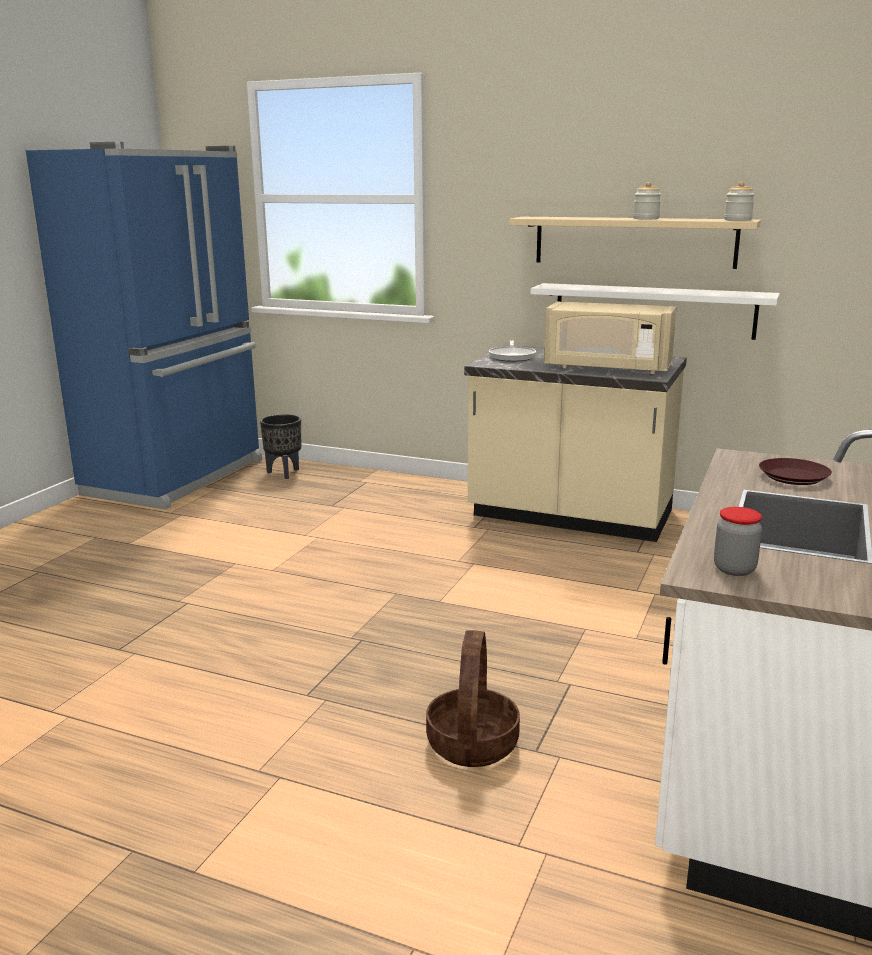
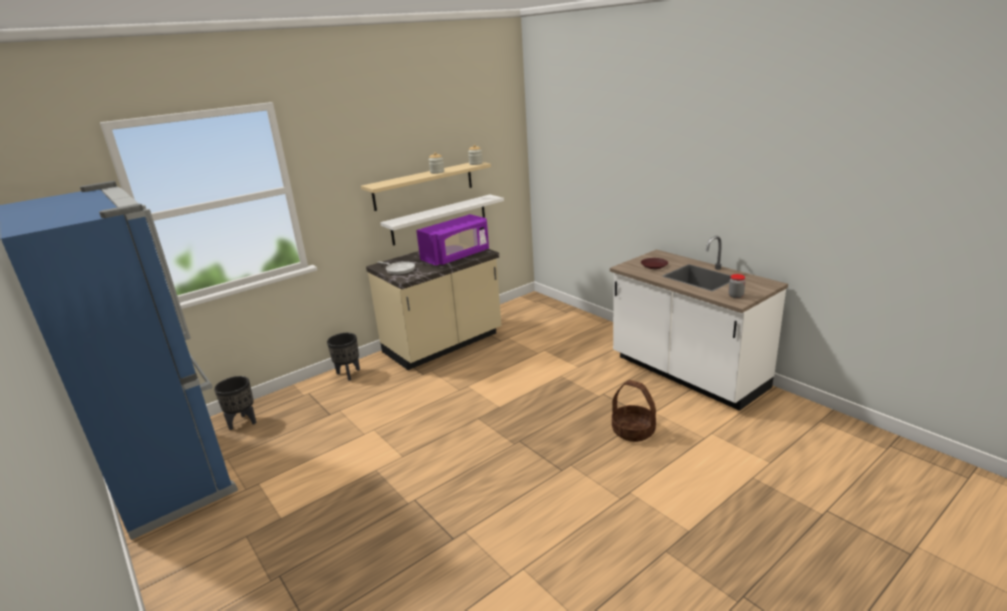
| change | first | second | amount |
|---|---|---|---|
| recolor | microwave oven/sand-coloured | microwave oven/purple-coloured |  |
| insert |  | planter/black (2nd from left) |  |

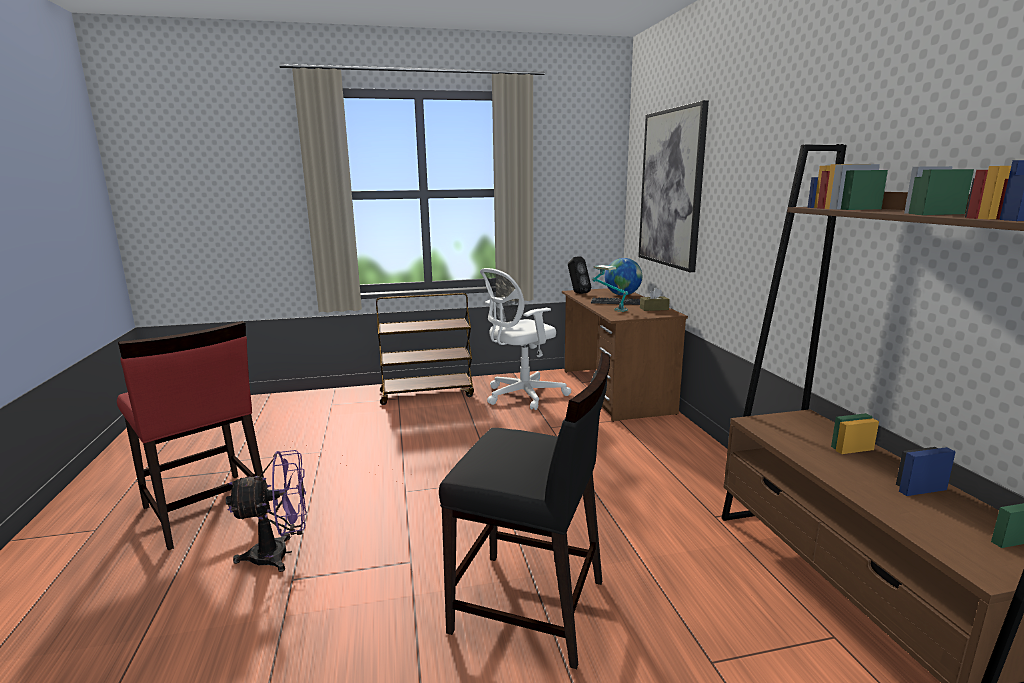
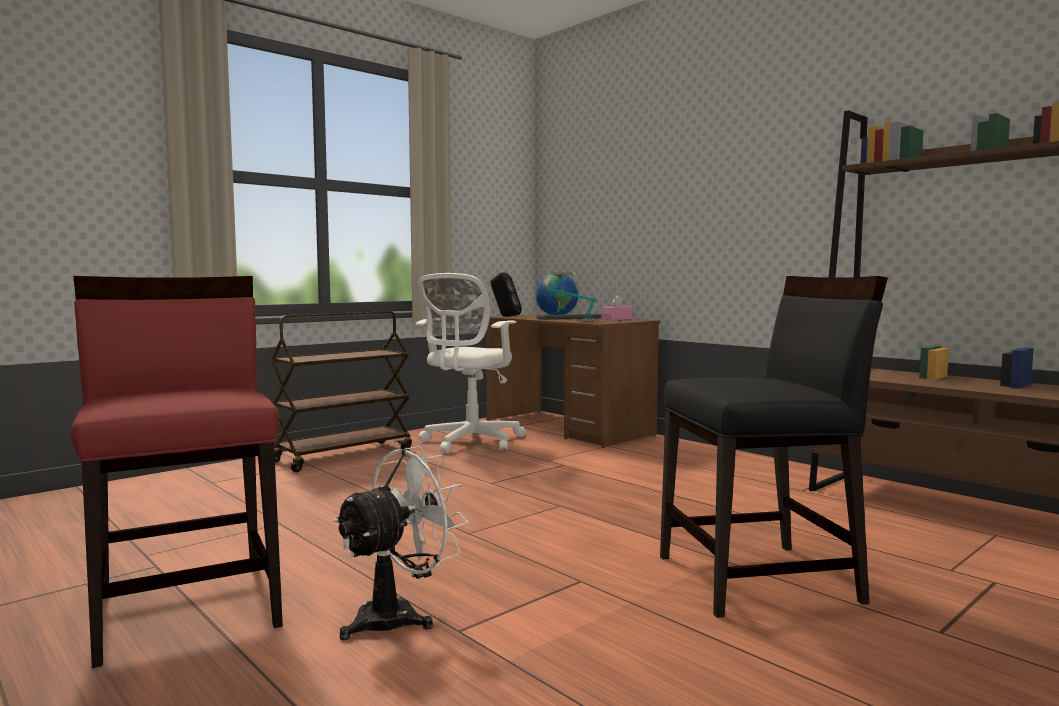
| change | first | second | amount |
|---|---|---|---|
| delete | wall art |  |  |
| recolor | box of tissues/brown-coloured | box of tissues/pinkish |  |
| rotate | plain chair/red-coloured |  | 135 degrees counterclockwise |
| recolor | cooling fan/purple-coloured | cooling fan/white |  |

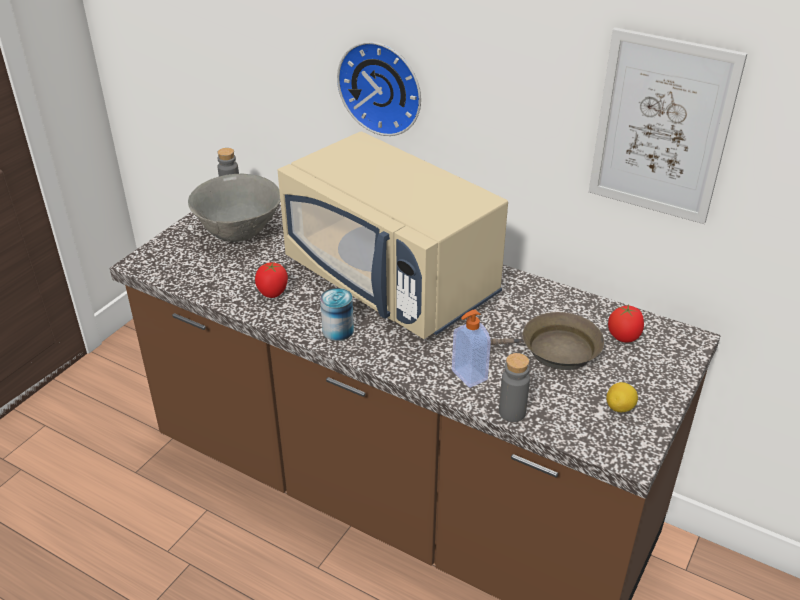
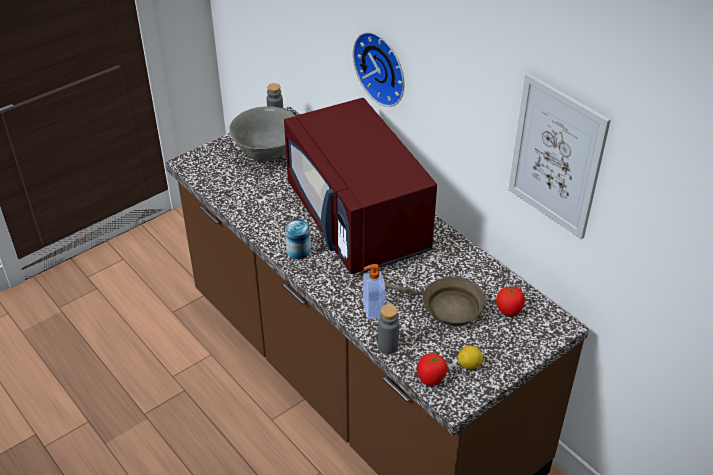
| change | first | second | amount |
|---|---|---|---|
| recolor | microwave oven/sand-coloured | microwave oven/red-coloured |  |
| move | tomato (1st from left) |  |  |

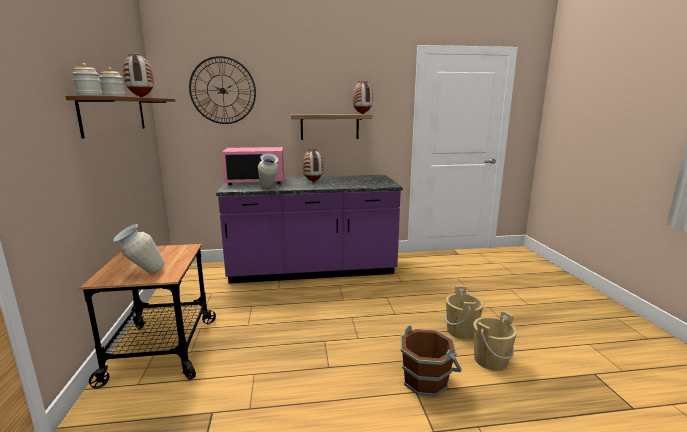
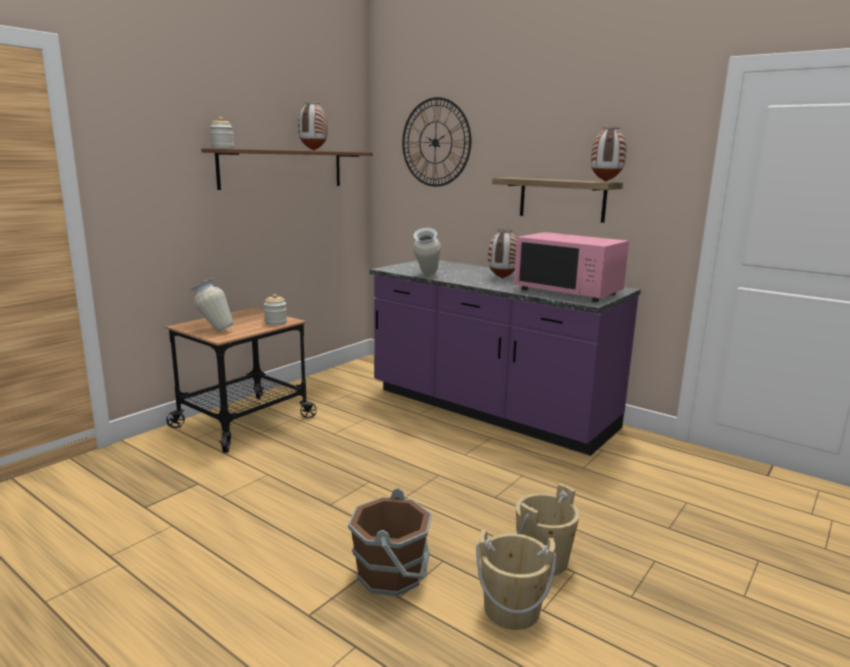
| change | first | second | amount |
|---|---|---|---|
| move | jar (2nd from left) |  |  |
| move | microwave oven/pinkish |  |  |

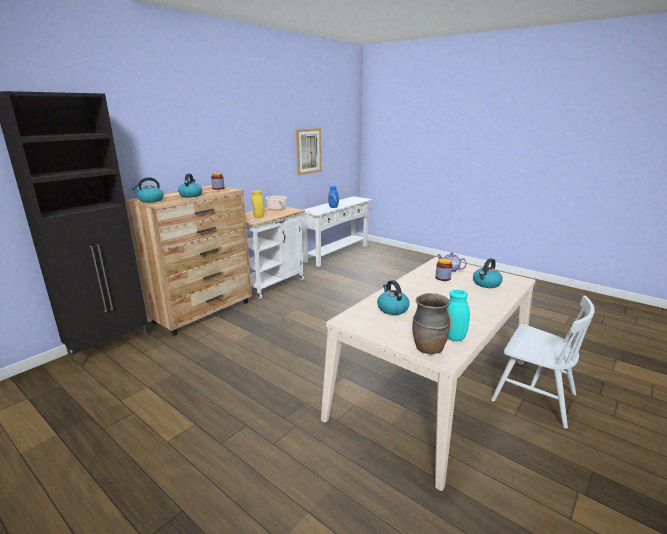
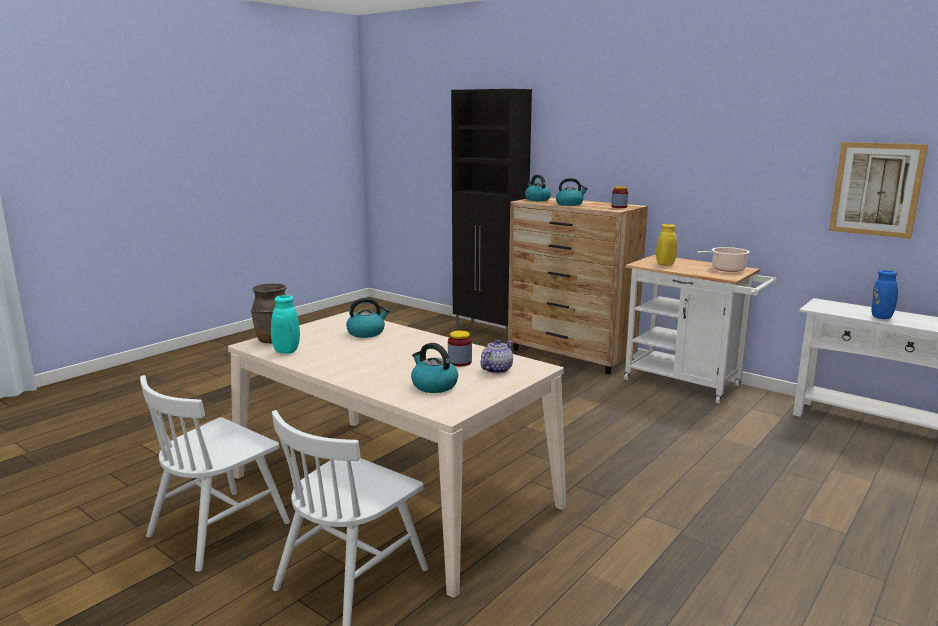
| change | first | second | amount |
|---|---|---|---|
| insert |  | plain chair/white (1st from left) |  |

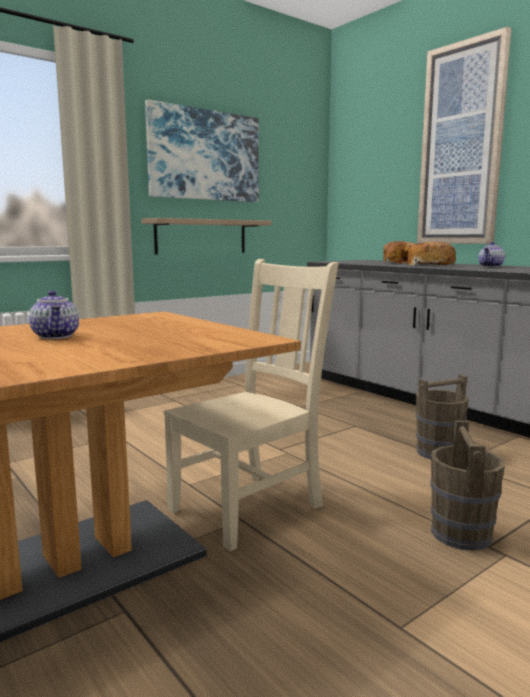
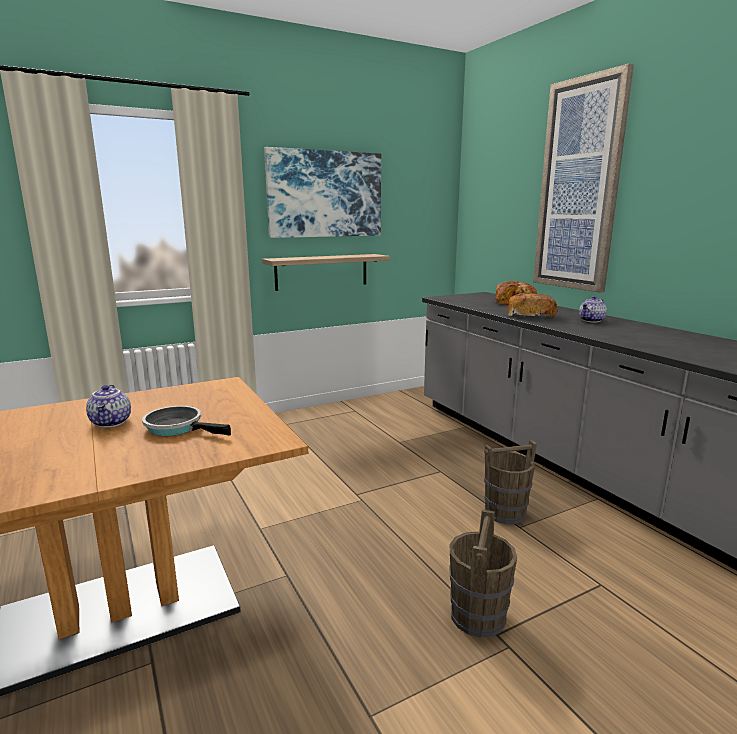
| change | first | second | amount |
|---|---|---|---|
| delete | plain chair/sand-coloured |  |  |
| insert |  | skillet |  |

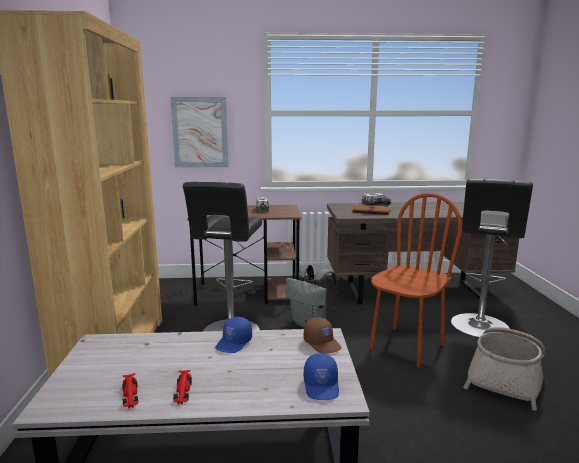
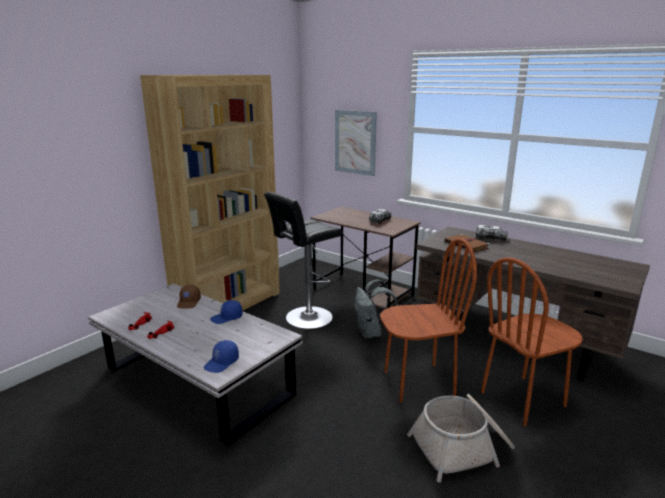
| change | first | second | amount |
|---|---|---|---|
| replace | sitting stool/black (2nd from left) | plain chair/brown-coloured (2nd from left) |  |
| move | cap/brown-coloured |  |  |

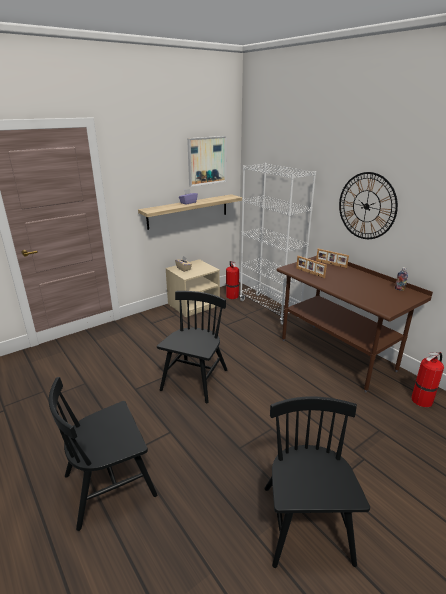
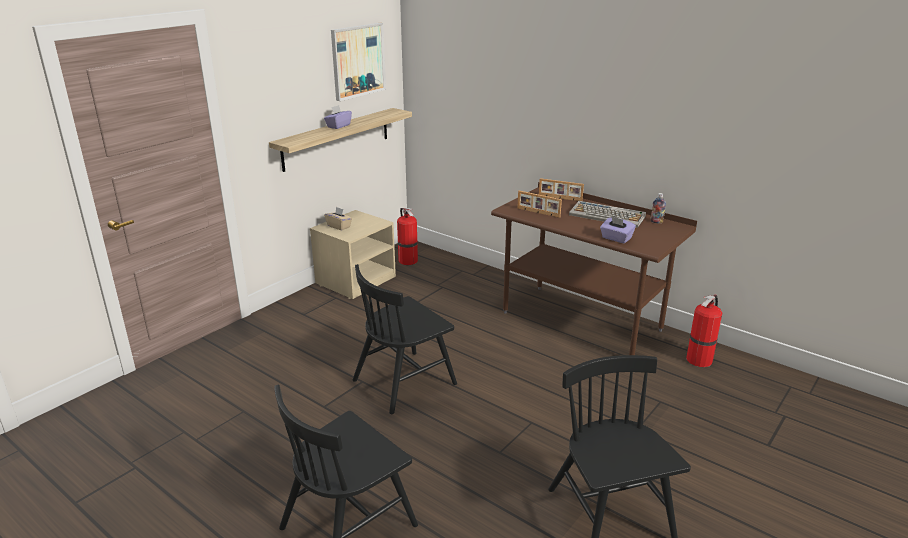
| change | first | second | amount |
|---|---|---|---|
| delete | bookshelf/white |  |  |
| delete | wall clock |  |  |
| rotate | plain chair/black (2nd from left) |  | 135 degrees counterclockwise |
| insert |  | keyboard |  |
| insert |  | box of tissues/purple-coloured (2nd from left) |  |

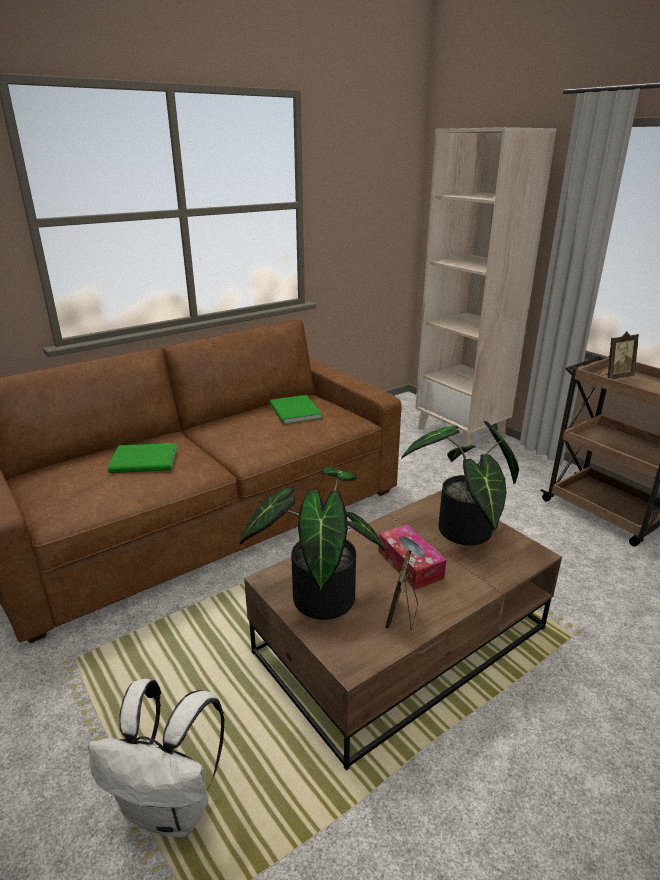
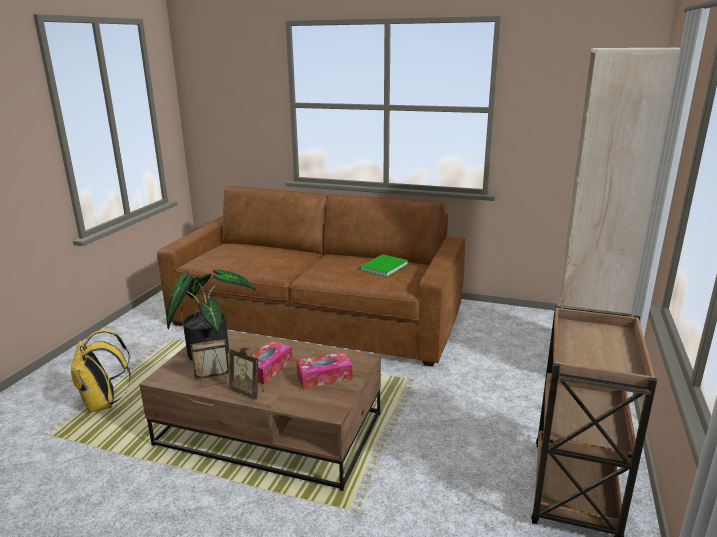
| change | first | second | amount |
|---|---|---|---|
| move | picture frame (2nd from left) |  |  |
| replace | houseplant (2nd from left) | box of tissues (2nd from left) |  |
| delete | book/green-coloured (1st from left) |  |  |
| recolor | knapsack/white | knapsack/yellow-coloured |  |

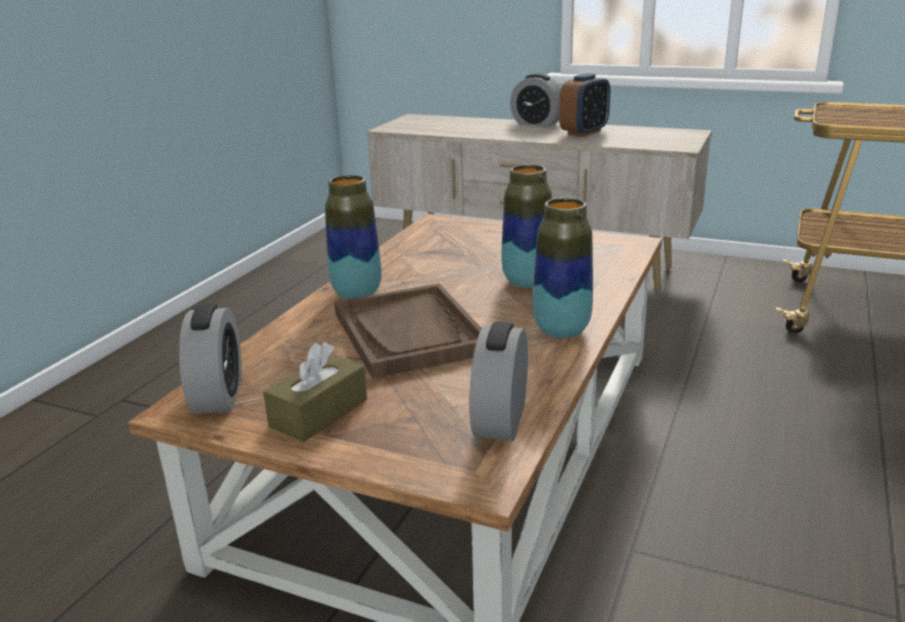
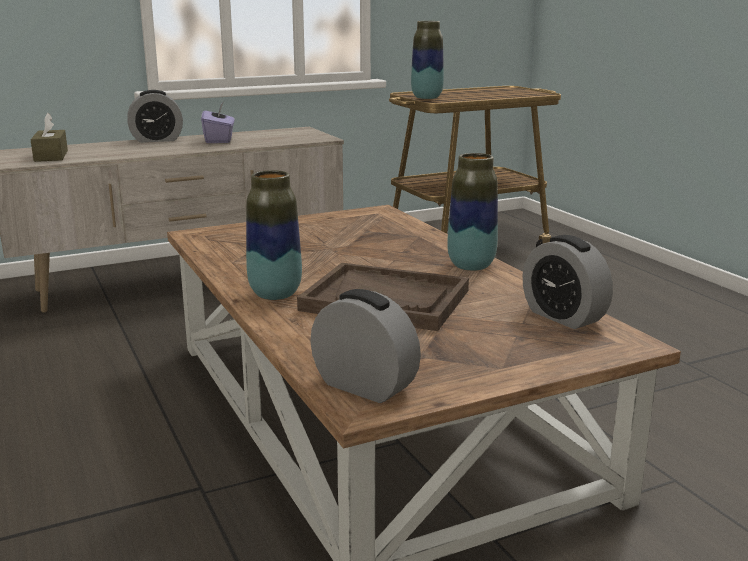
| change | first | second | amount |
|---|---|---|---|
| replace | table clock (4th from left) | box of tissues/purple-coloured |  |
| move | flower vase (2nd from left) |  |  |
| move | box of tissues/brown-coloured |  |  |

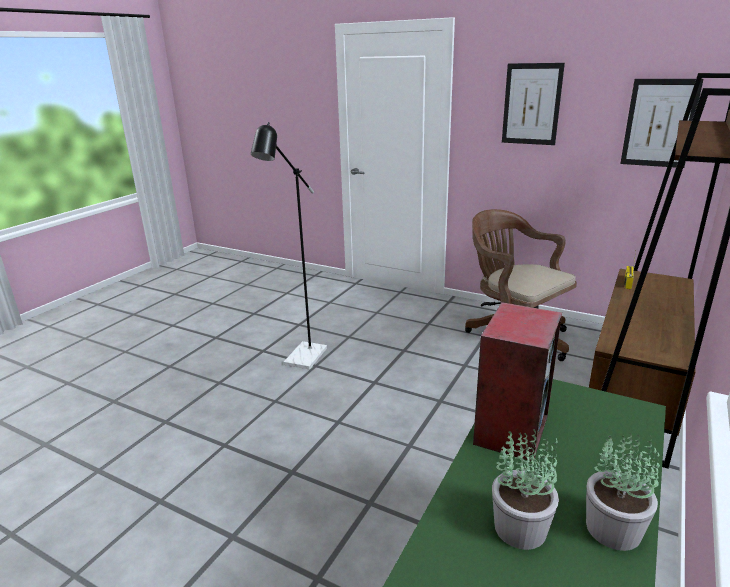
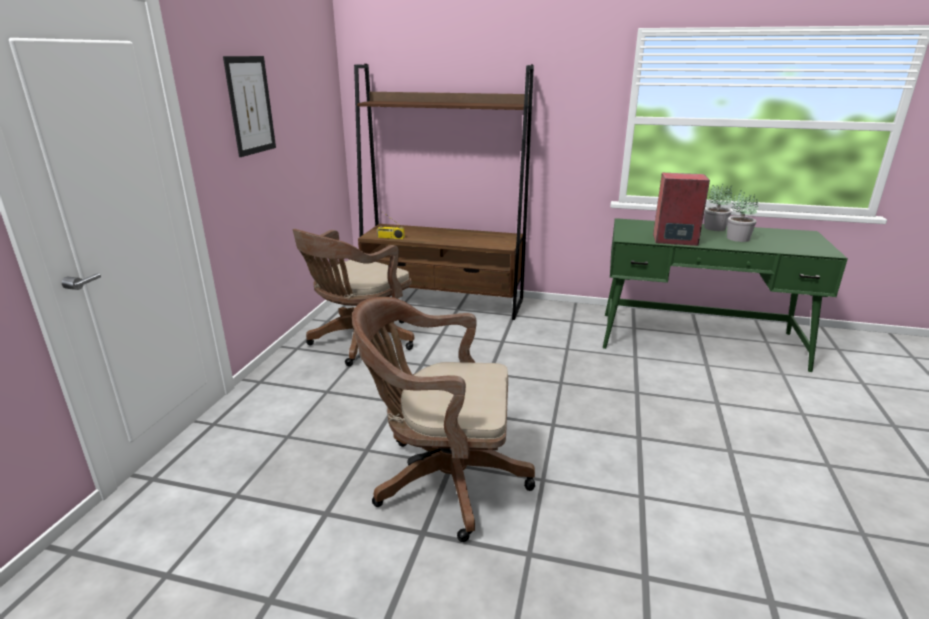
| change | first | second | amount |
|---|---|---|---|
| delete | wall art (2nd from left) |  |  |
| replace | standing lamp/black | desk chair/brown-coloured (2nd from left) |  |

